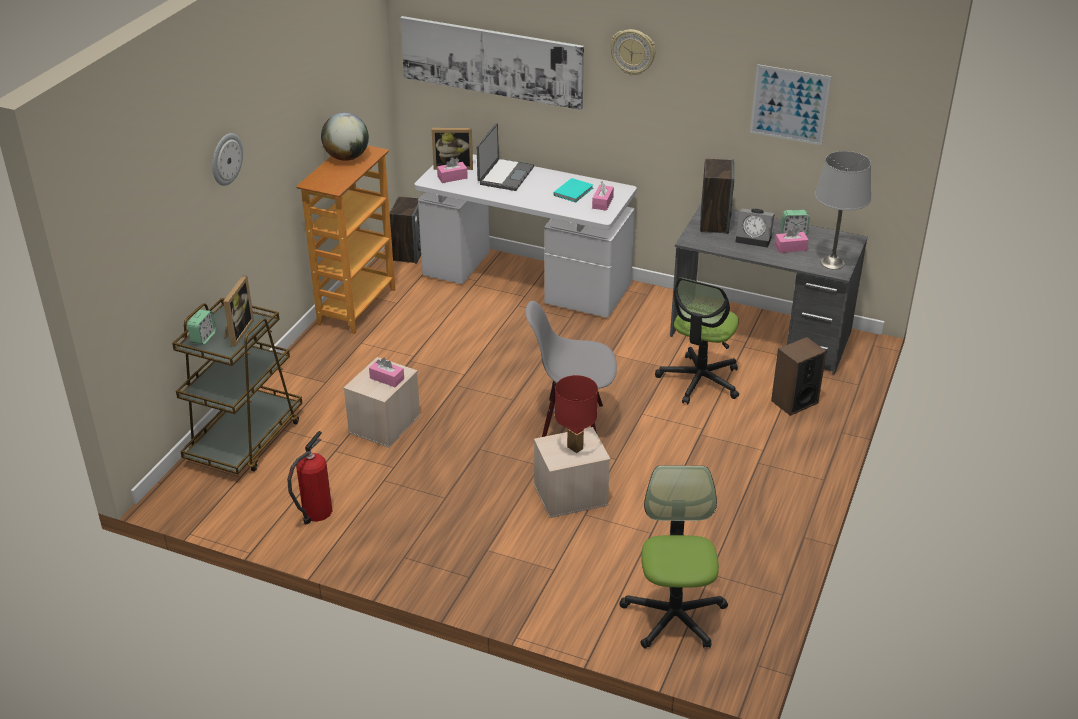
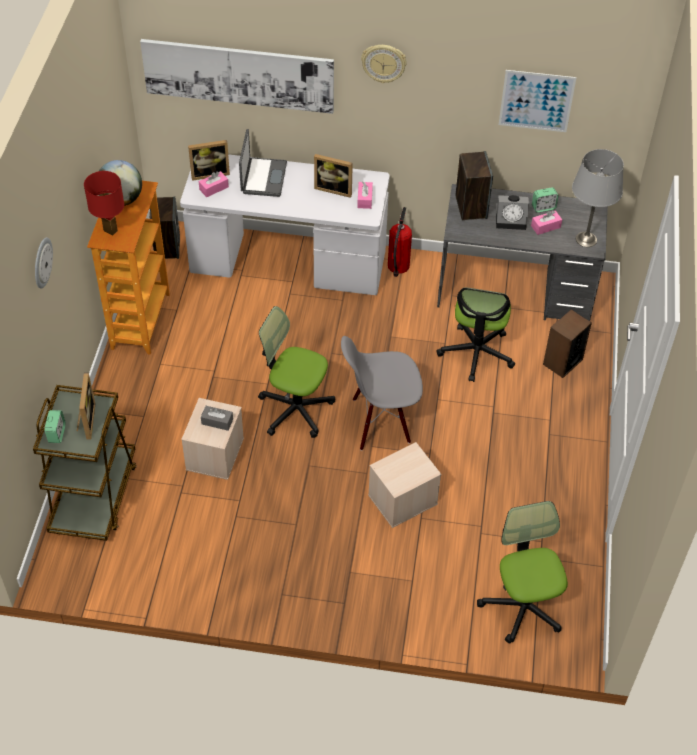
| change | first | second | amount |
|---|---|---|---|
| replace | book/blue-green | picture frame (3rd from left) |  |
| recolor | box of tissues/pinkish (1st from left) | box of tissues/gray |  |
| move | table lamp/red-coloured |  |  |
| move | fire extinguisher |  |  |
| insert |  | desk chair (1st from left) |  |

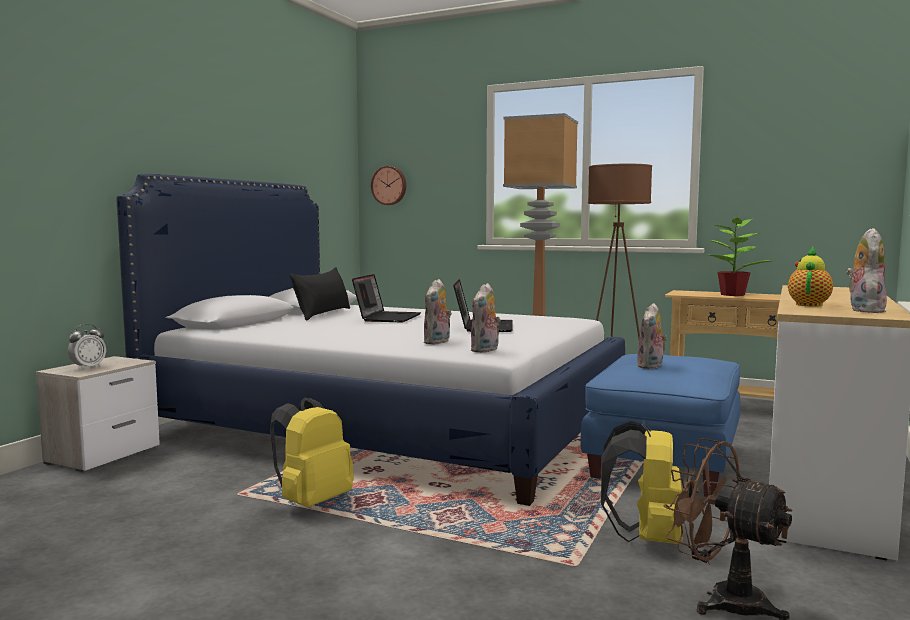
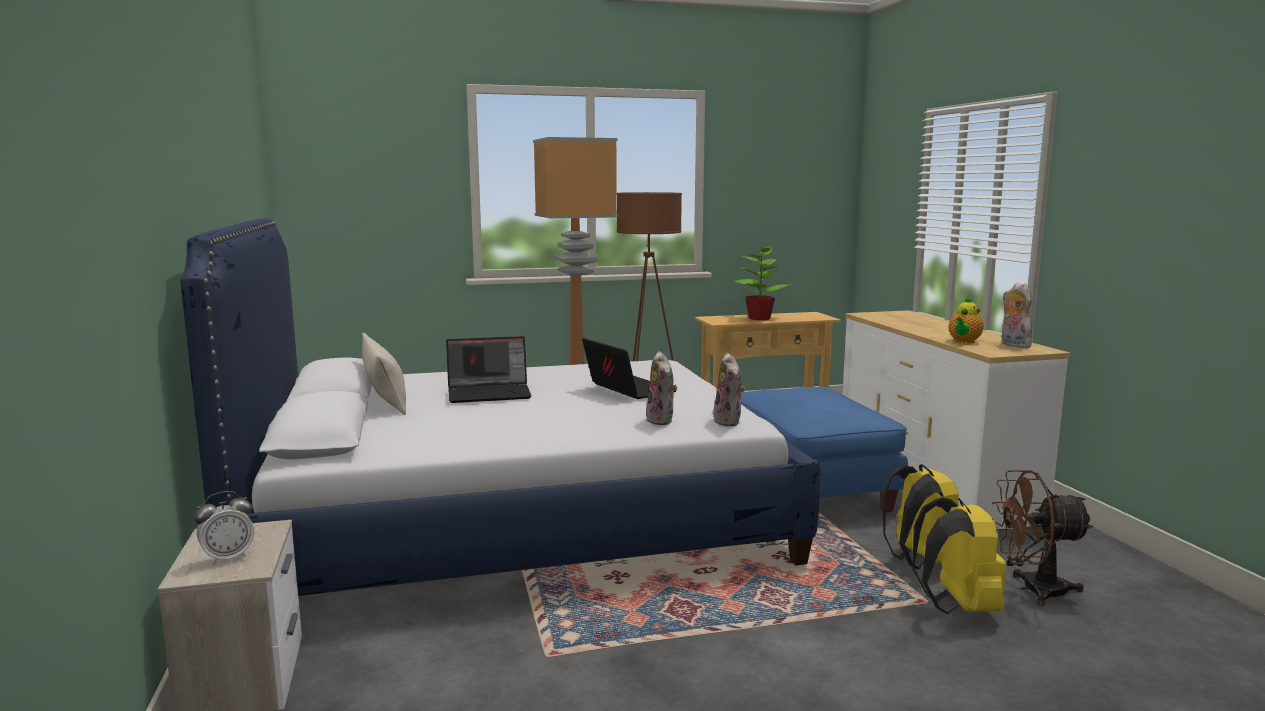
| change | first | second | amount |
|---|---|---|---|
| delete | wall clock |  |  |
| rotate | teapot |  | 135 degrees counterclockwise |
| recolor | cushion/black | cushion/sand-coloured |  |
| rotate | portable computer (1st from left) |  | 105 degrees clockwise |
| delete | soft toy (3rd from left) |  |  |
| rotate | table clock |  | 60 degrees clockwise |
| move | knapsack/yellow-coloured (1st from left in the first image) | knapsack/yellow-coloured (2nd from left) |  |

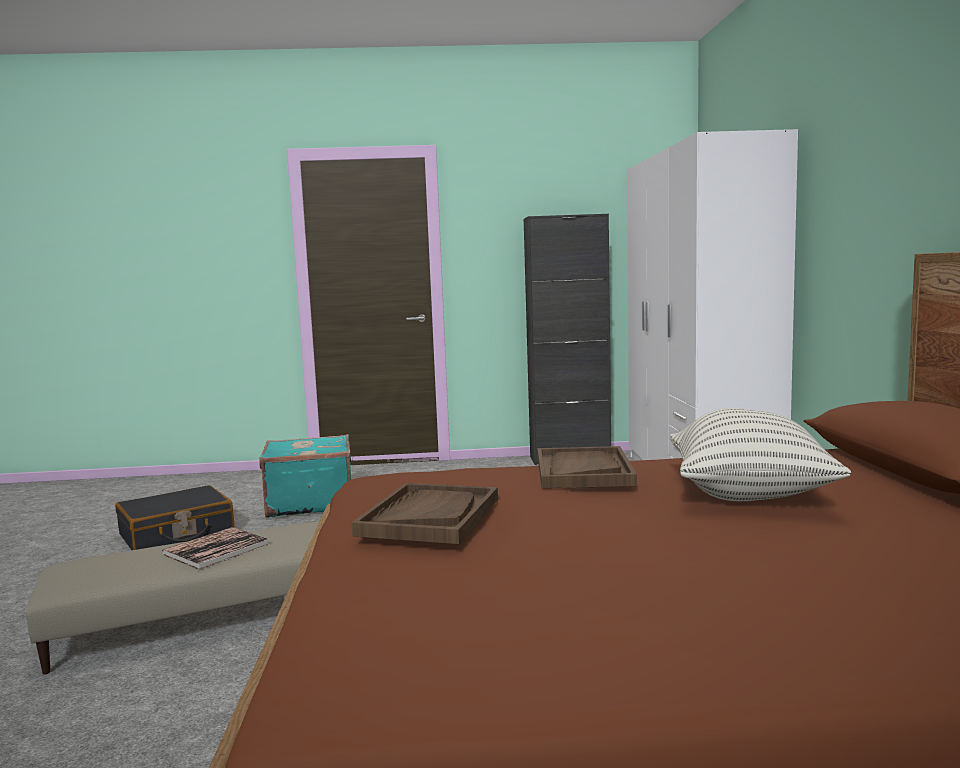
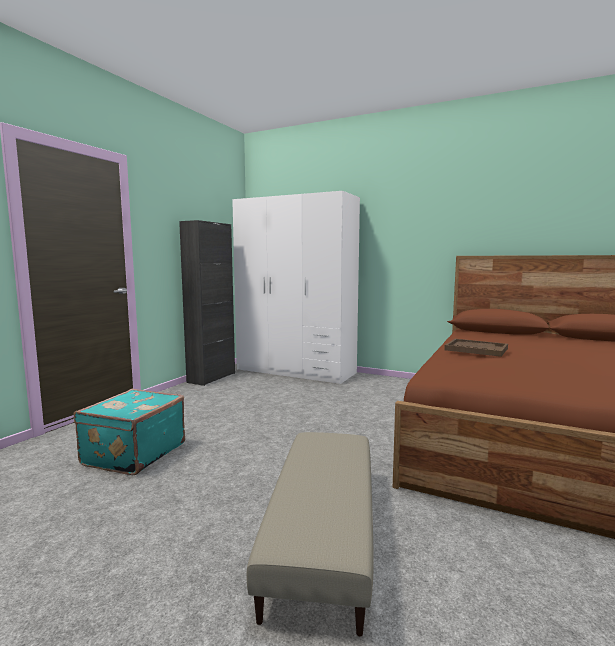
| change | first | second | amount |
|---|---|---|---|
| delete | cushion |  |  |
| delete | carrying tray/brown-coloured (1st from left) |  |  |
| delete | piece of luggage/black |  |  |
| delete | book |  |  |

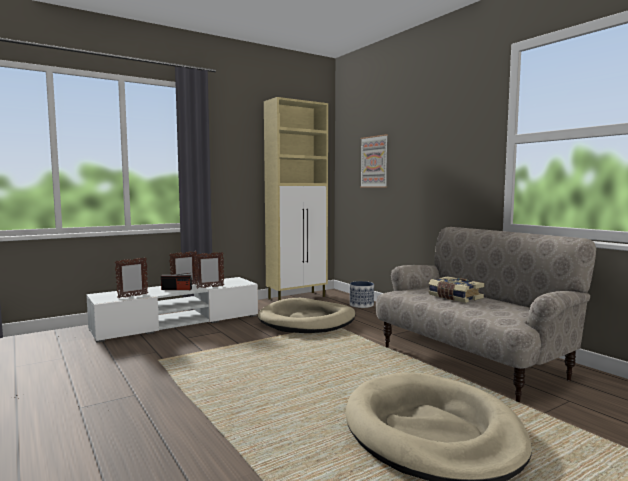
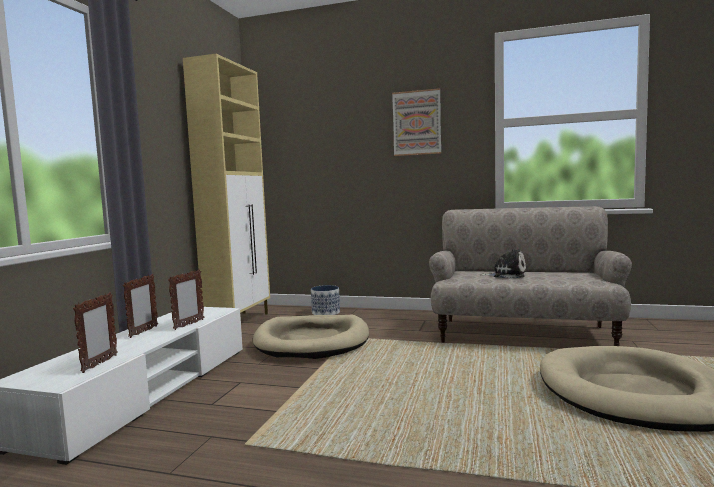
| change | first | second | amount |
|---|---|---|---|
| move | wall art |  |  |
| delete | radio receiver |  |  |
| replace | book | soft toy |  |

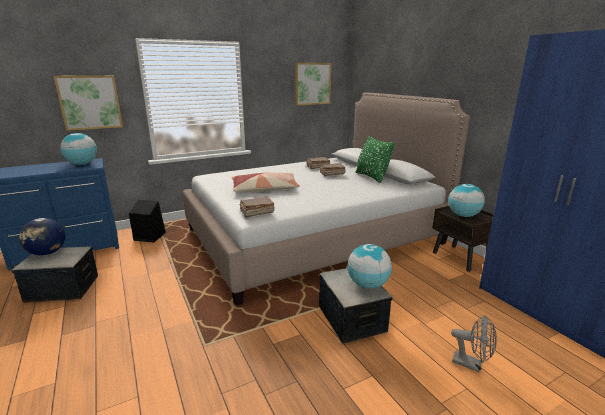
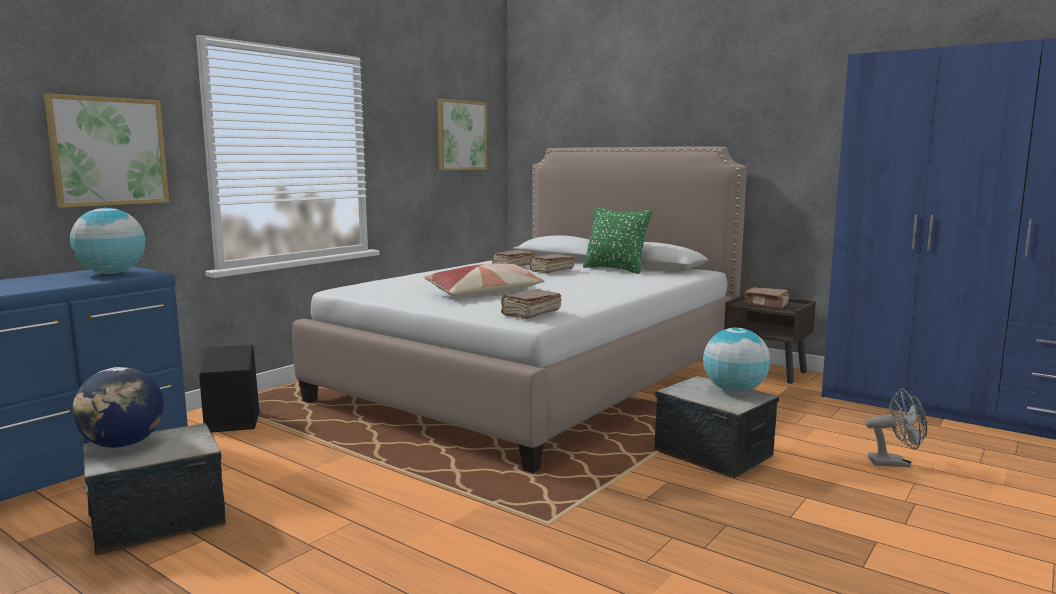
| change | first | second | amount |
|---|---|---|---|
| replace | world globe (4th from left) | book/brown-coloured (4th from left) |  |

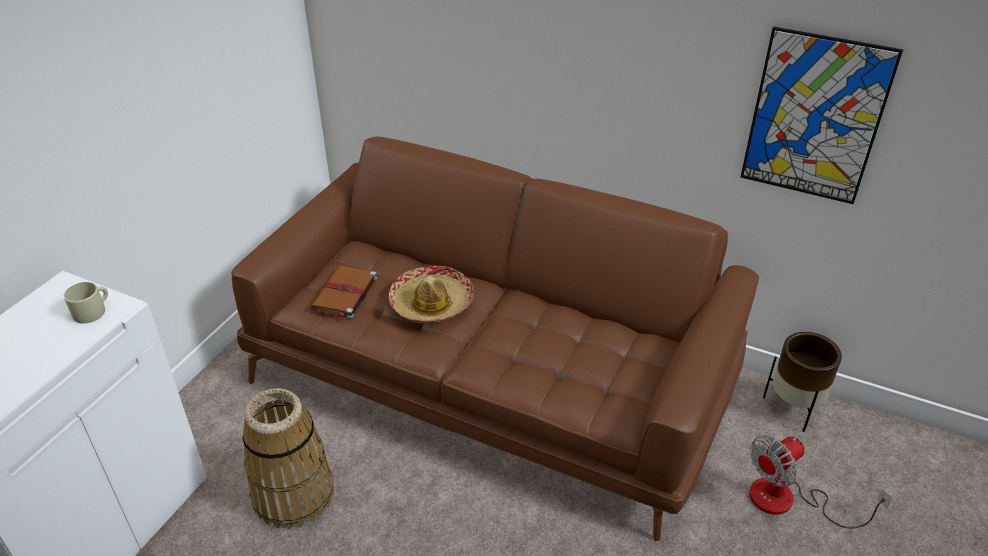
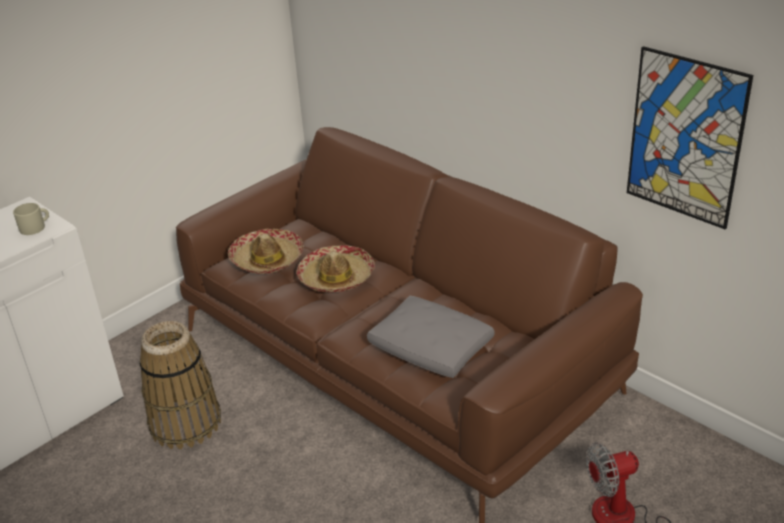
| change | first | second | amount |
|---|---|---|---|
| replace | book/brown-coloured | clothing hat (1st from left) |  |
| delete | planter/brown-coloured |  |  |
| insert |  | cushion/gray |  |

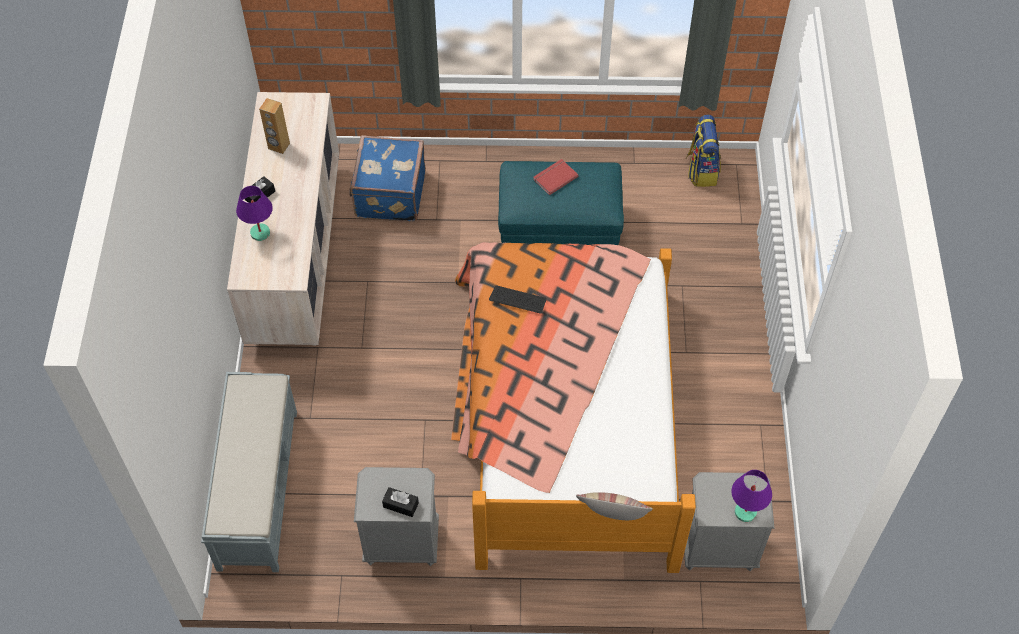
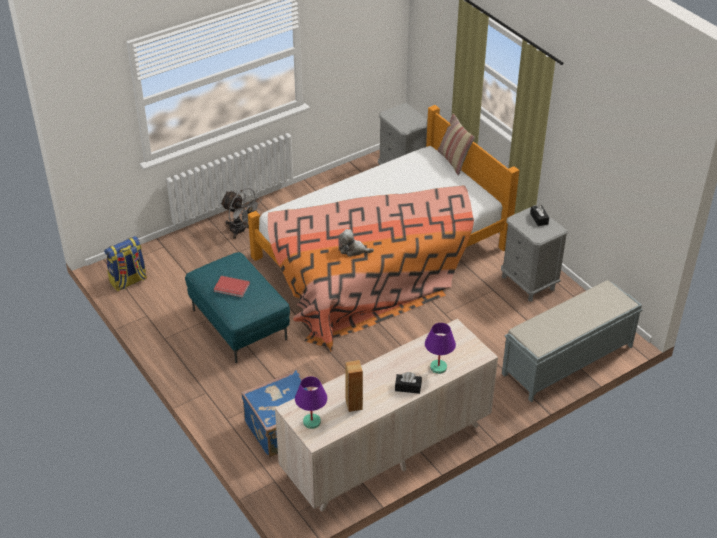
| change | first | second | amount |
|---|---|---|---|
| replace | keyboard | soft toy |  |
| move | table lamp/purple-coloured (2nd from left in the first image) | table lamp/purple-coloured (1st from left) |  |
| insert |  | cooling fan/gray |  |

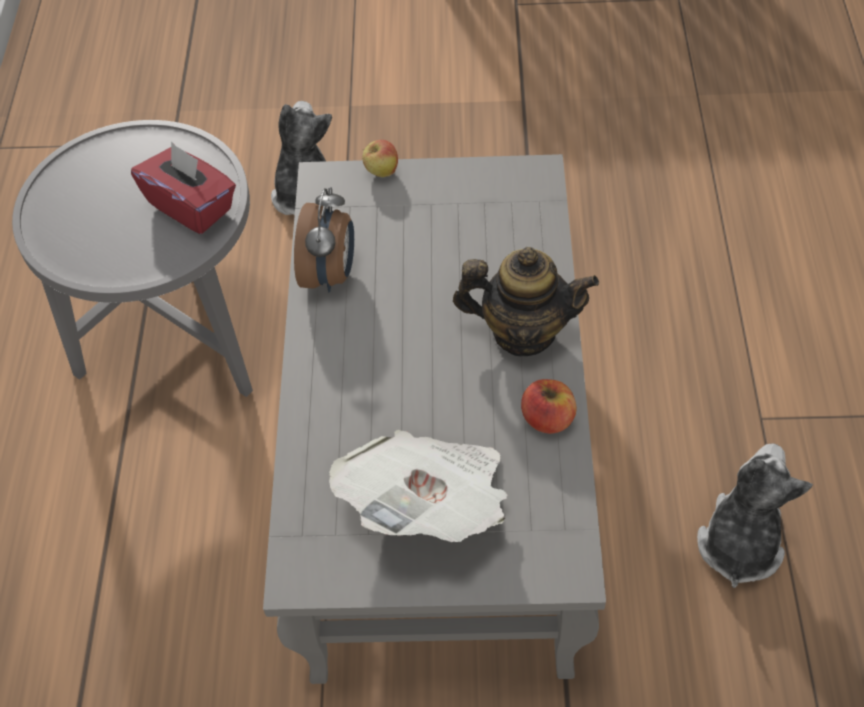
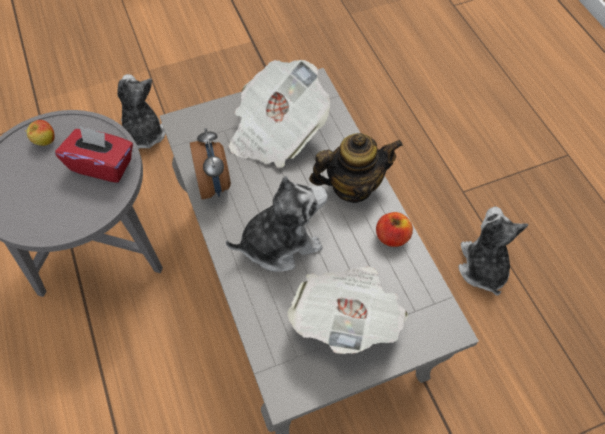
| change | first | second | amount |
|---|---|---|---|
| move | apple (1st from left) |  |  |
| insert |  | printed paper (1st from left) |  |
| insert |  | soft toy (2nd from left) |  |

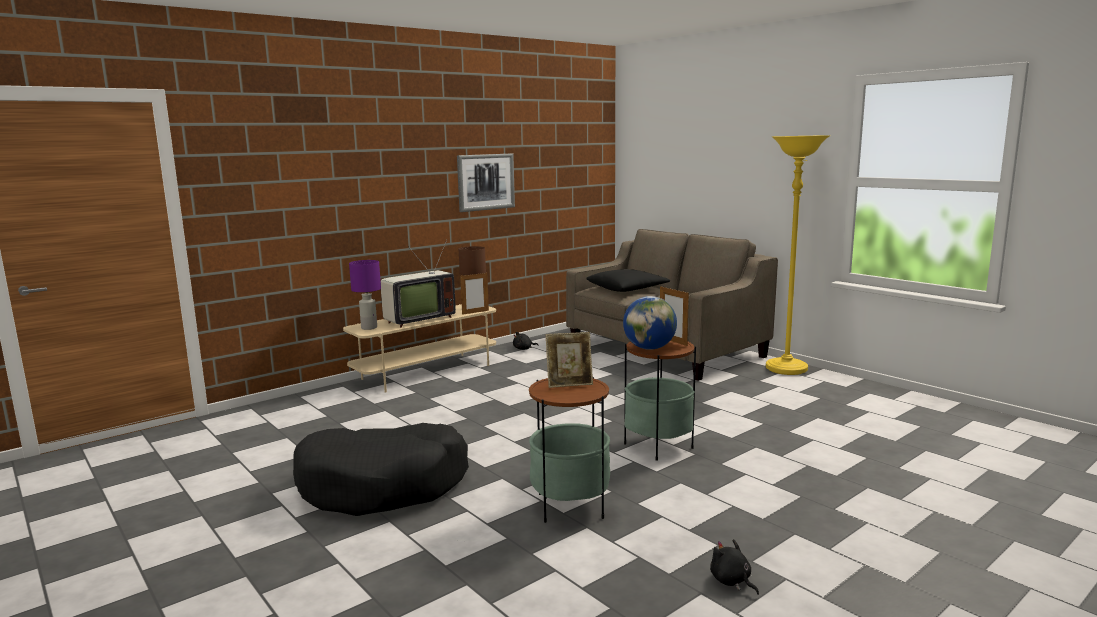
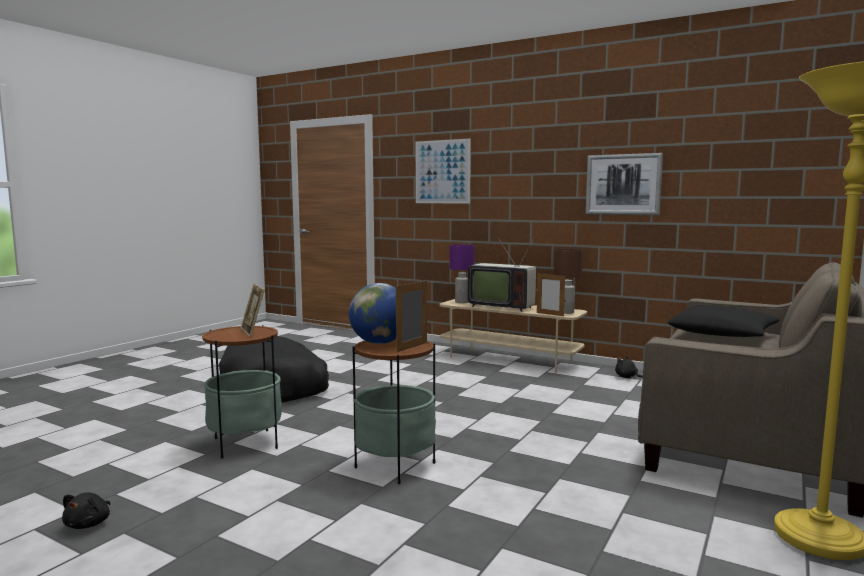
| change | first | second | amount |
|---|---|---|---|
| rotate | soft toy/black (2nd from left in the first image) | soft toy/black (1st from left) | 150 degrees clockwise |
| insert |  | wall art (1st from left) |  |

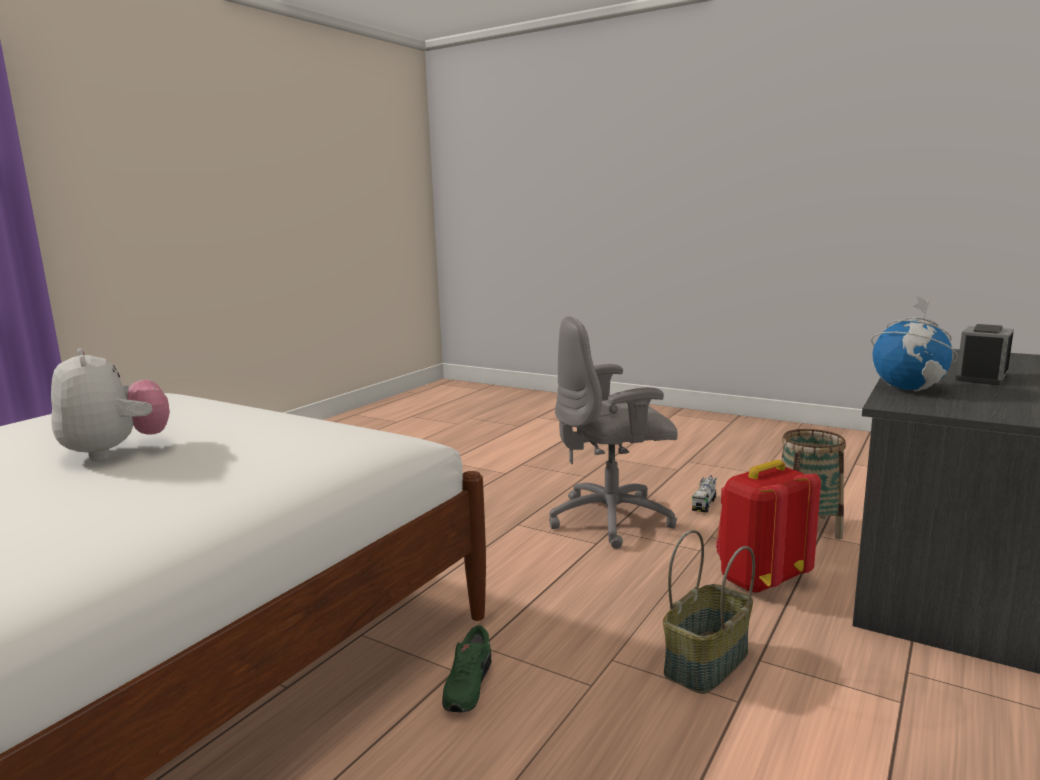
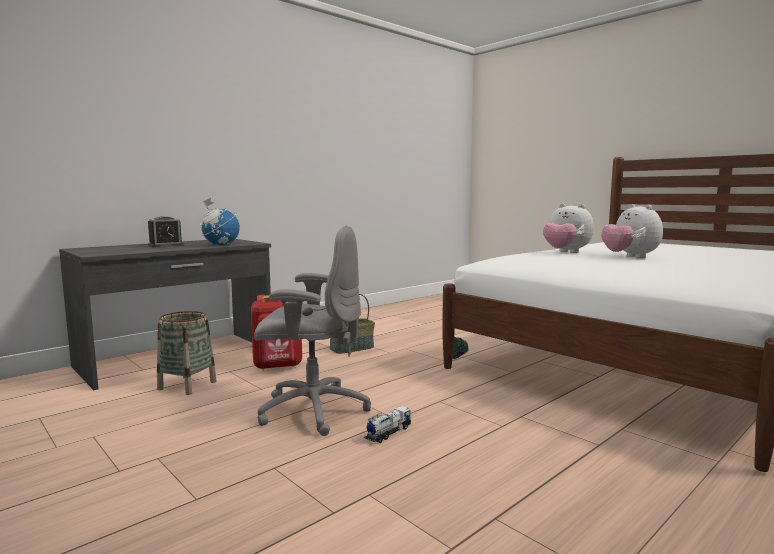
| change | first | second | amount |
|---|---|---|---|
| move | toy truck |  |  |
| insert |  | soft toy (1st from left) |  |

